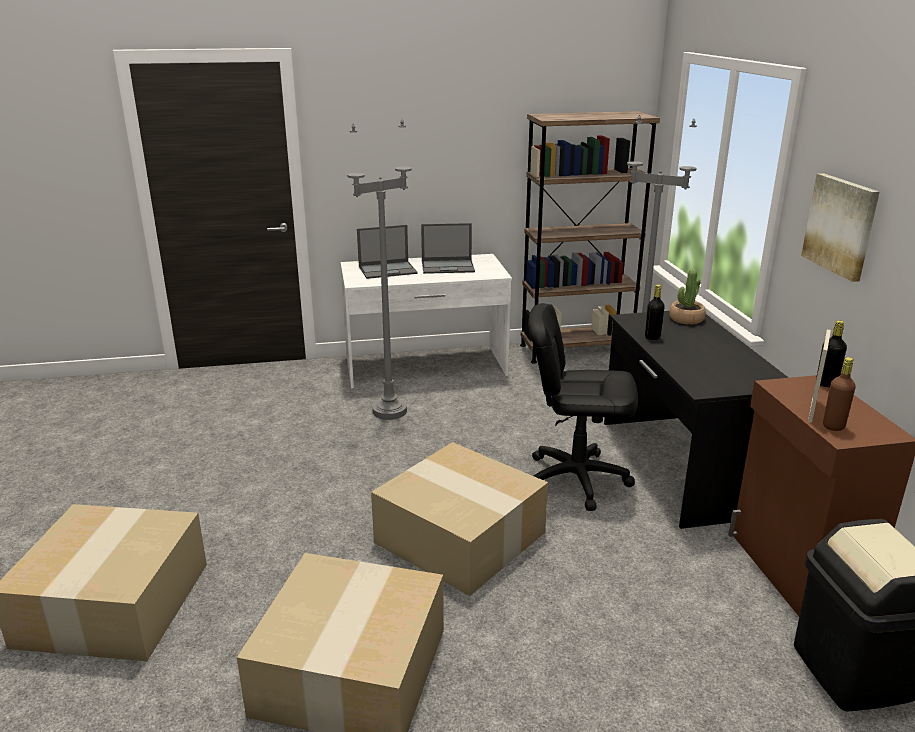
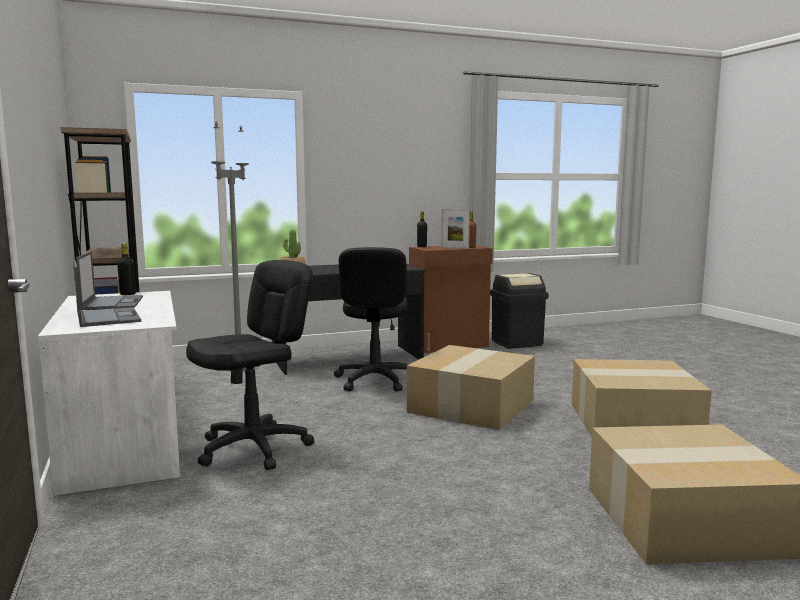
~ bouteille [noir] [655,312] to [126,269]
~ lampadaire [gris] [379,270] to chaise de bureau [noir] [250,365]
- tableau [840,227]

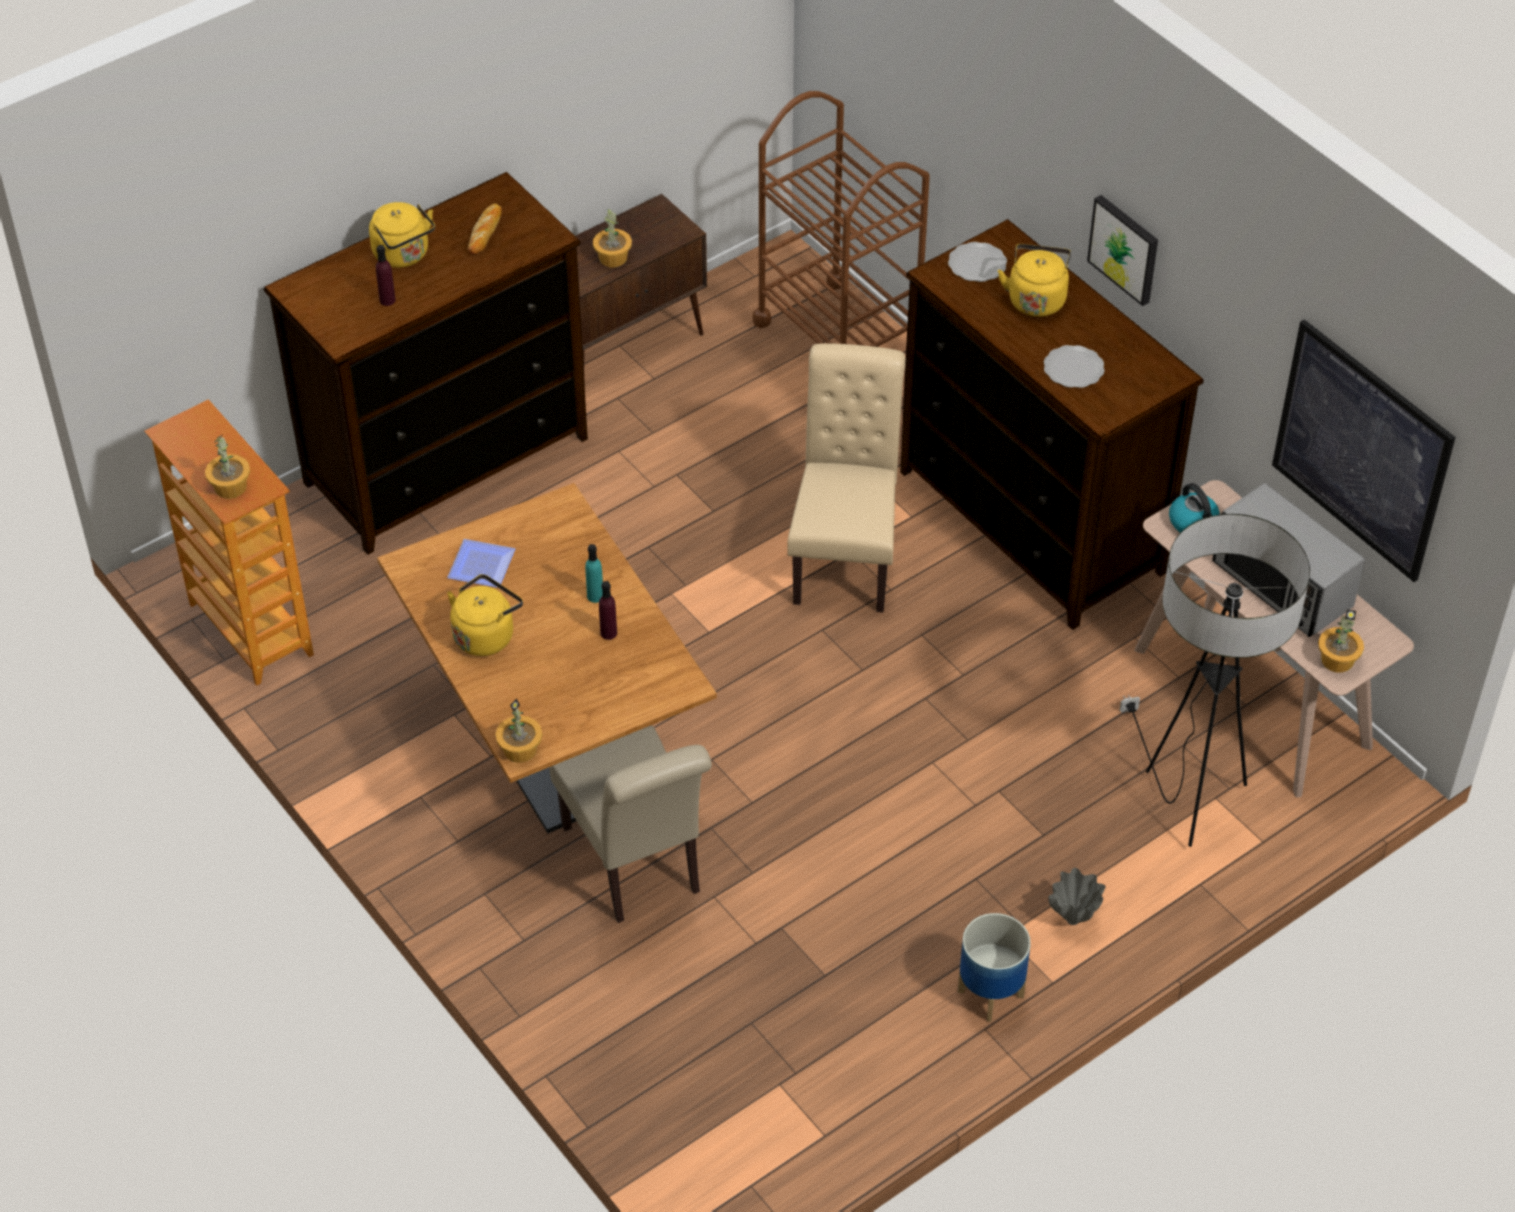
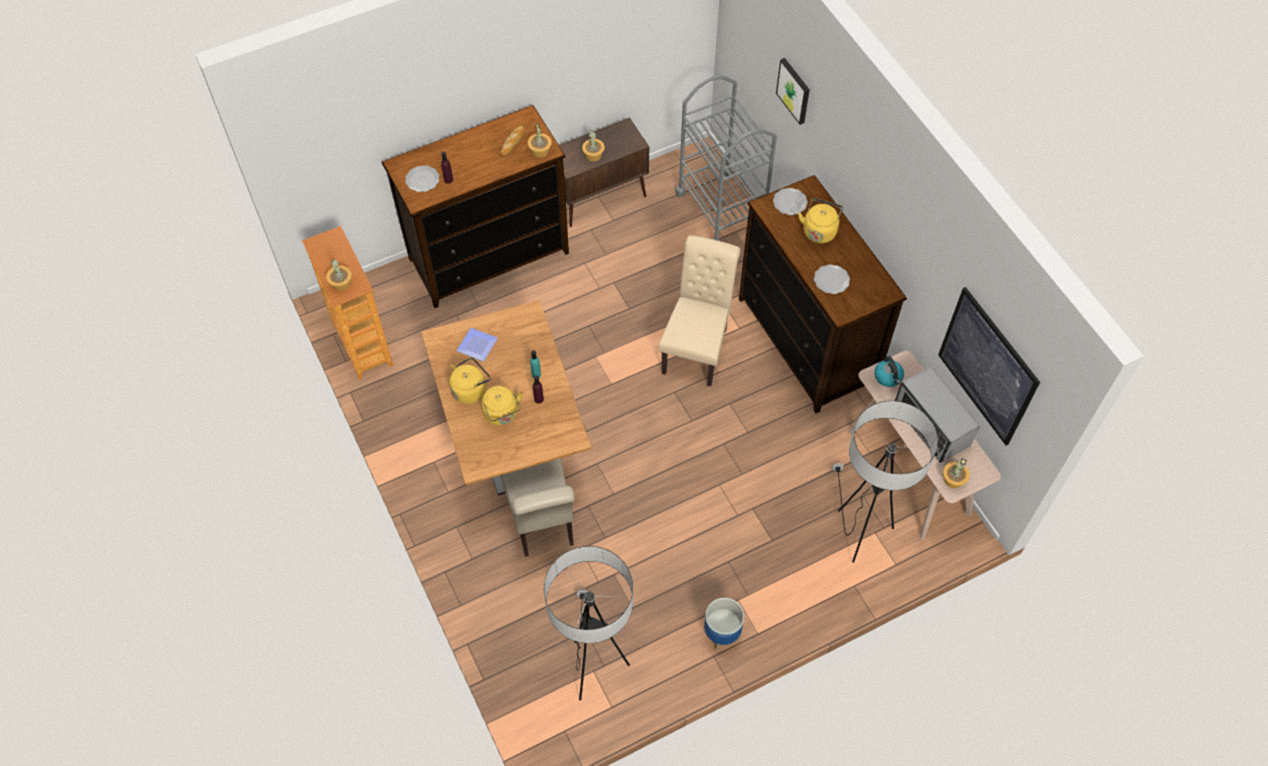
+ assiette [422,178]
~ bouilloire [jaune] [402,235] to [502,406]
~ plante en pot [518,730] to [540,140]
+ lampadaire [588,623]
~ chariot [marron] [841,219] to chariot [gris] [726,158]
~ tableau [1122,250] to [793,91]
- vase [gris] [1077,896]

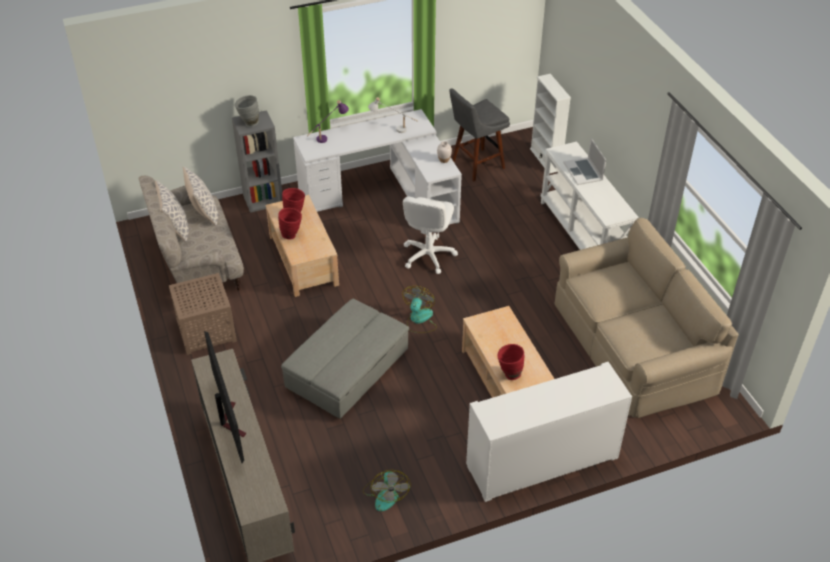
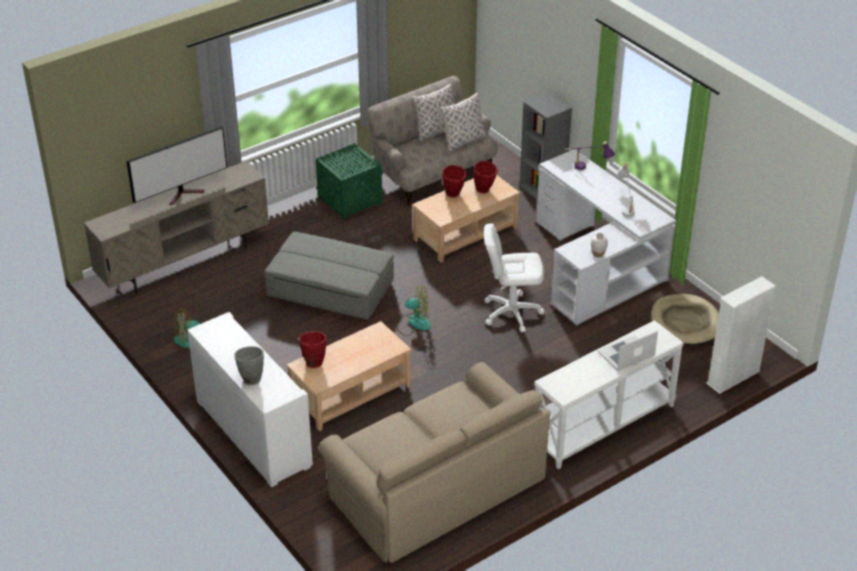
~ vase [gris] [247,111] to [249,365]
~ table d'appoint [marron] [203,314] to table d'appoint [vert] [349,181]
~ tabouret [gris] [479,135] to panier pour chien [beige] [685,319]

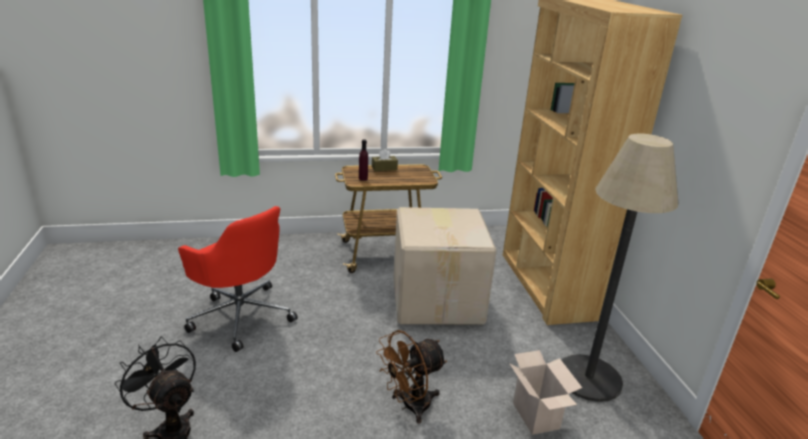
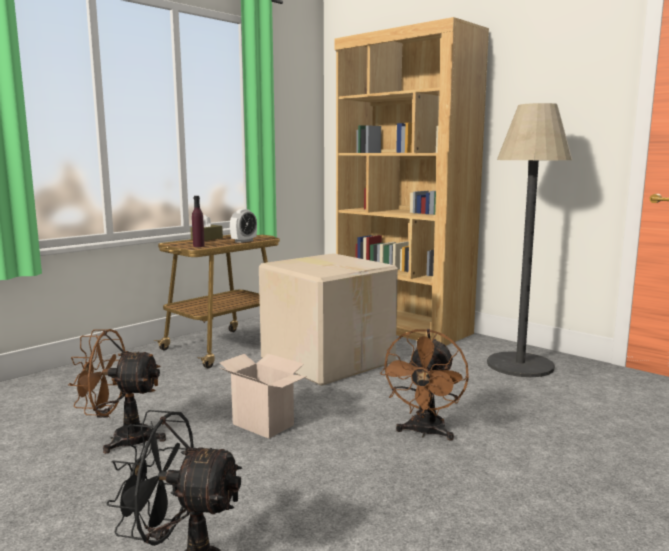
~ chaise de bureau [rouge] [238,279] to ventilateur [marron] [117,391]
~ carton [545,392] to [263,396]
+ réveil [243,226]

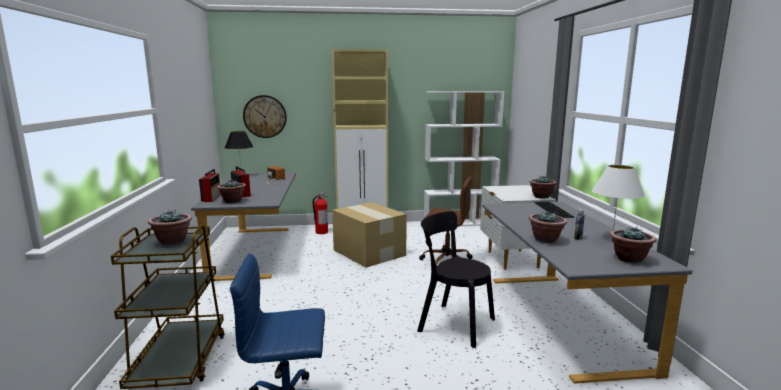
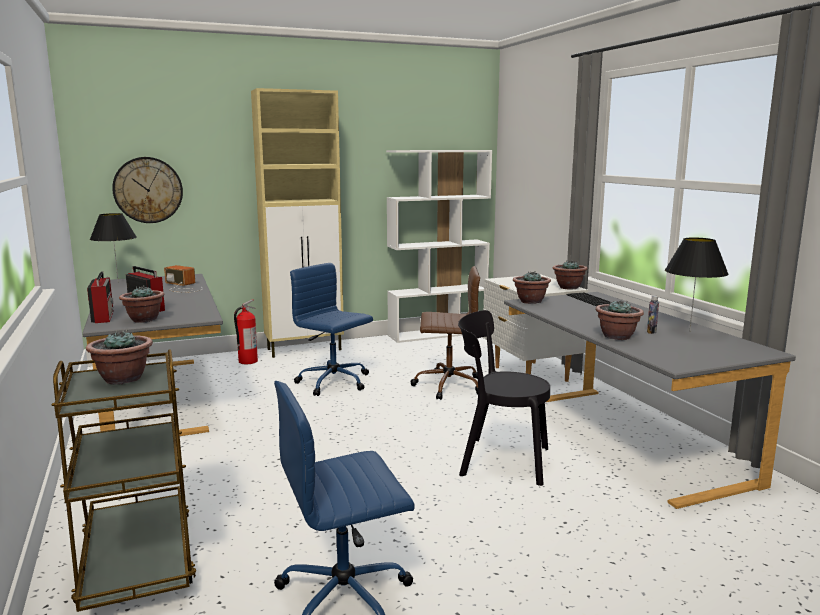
~ carton [369,235] to chaise de bureau [bleu] [331,329]
~ plante en pot [633,244] to [532,287]
~ lampe de table [blanc] [618,198] to lampe de table [noir] [697,284]

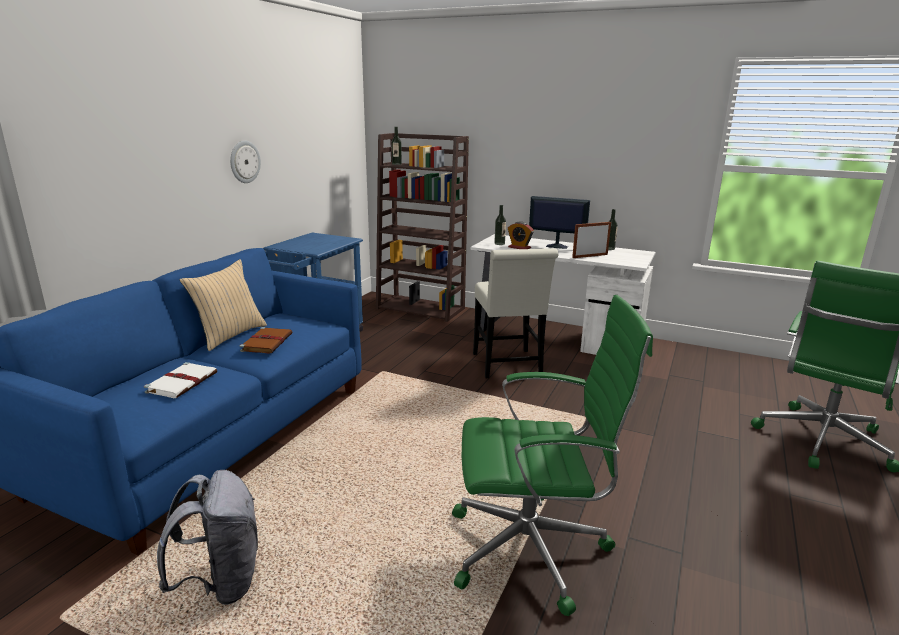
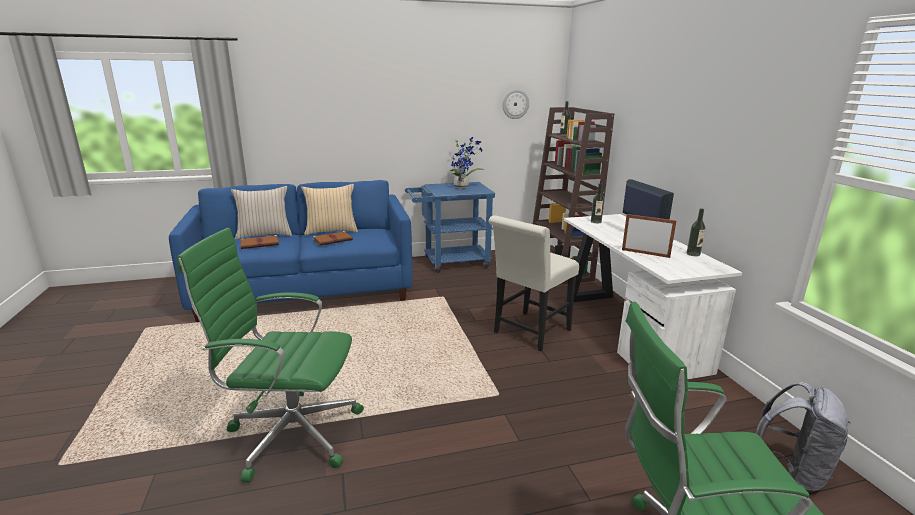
~ chaise de bureau [vert] [552,455] = [270,355] 135 degrees clockwise
+ coussin [beige] [261,212]
~ livre [blanc] [180,380] to livre [marron] [260,242]
+ plante en pot [467,163]
~ horloge murale [245,161] to [515,104]
~ sac à dos [gris] [207,537] to [803,436]
- réveil [521,235]

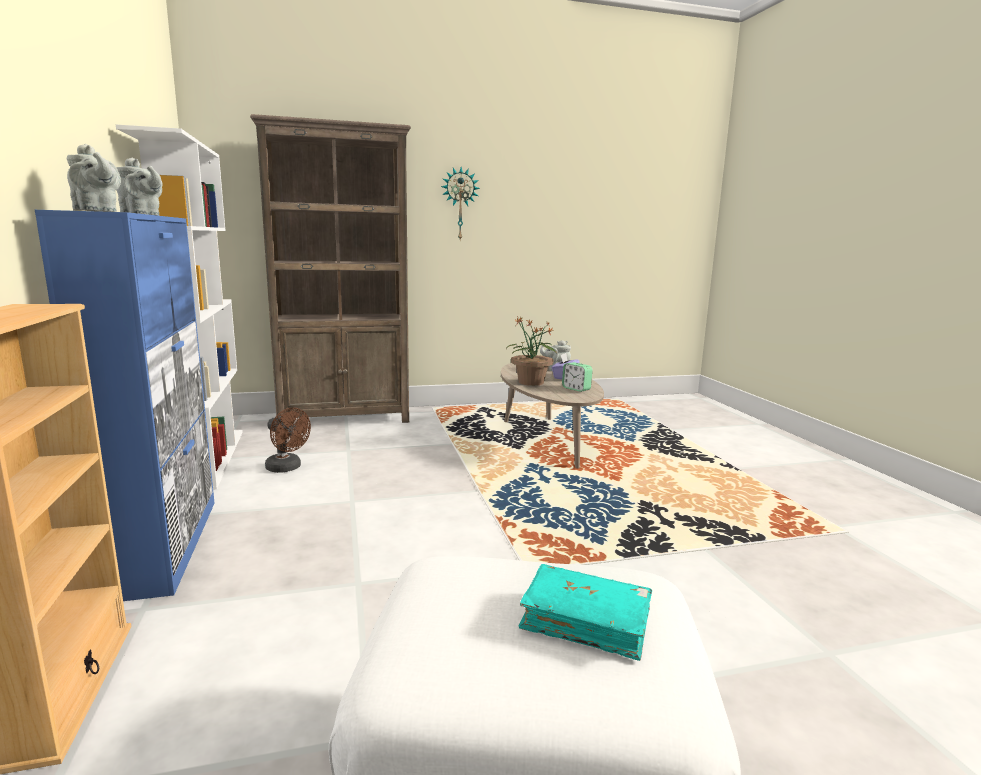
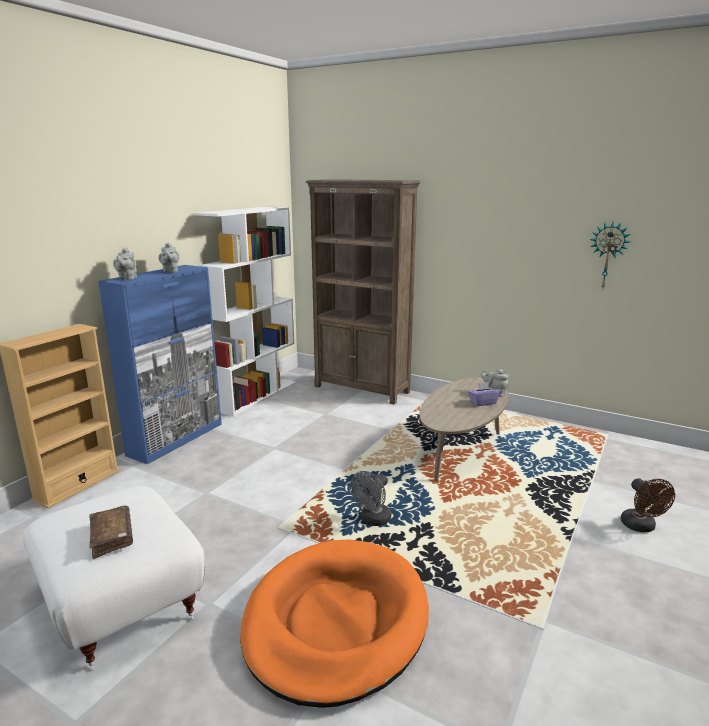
~ livre [turquoise] [585,612] to livre [marron] [111,532]
+ panier pour chien [orange] [334,624]
+ ventilateur [gris] [370,498]
~ horloge murale [460,203] to [610,256]
~ ventilateur [marron] [288,440] to [648,505]
- plante en pot [531,351]
- réveil [577,377]

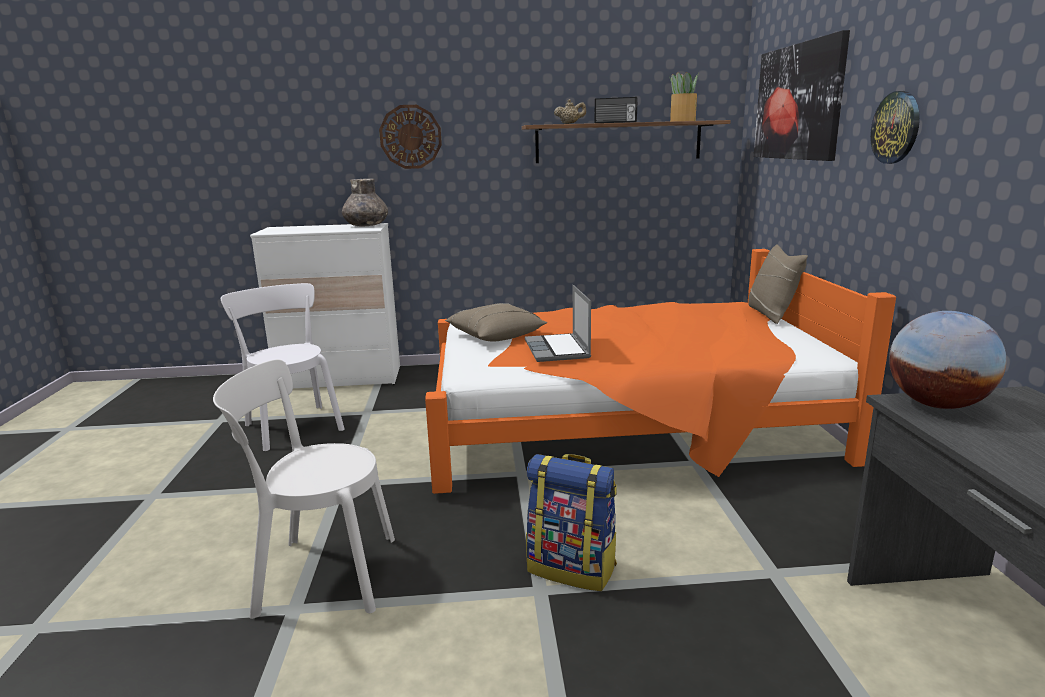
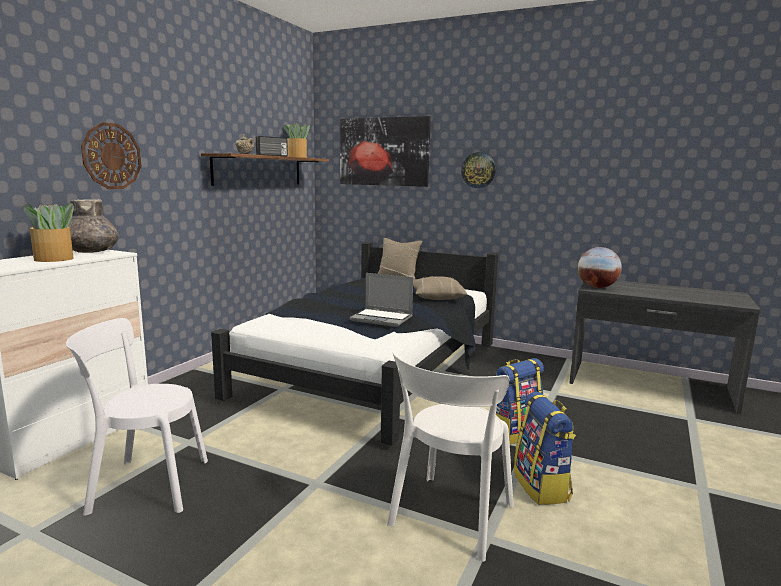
+ plante en pot [48,232]
~ lit [orange] [660,371] to lit [noir] [354,344]
~ coussin [beige] [496,322] to [440,288]
+ sac à dos [545,448]

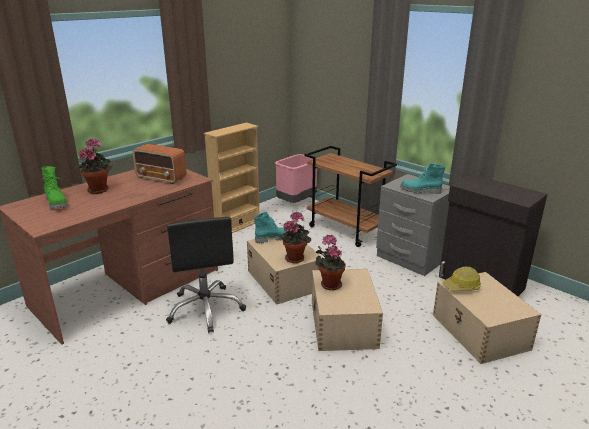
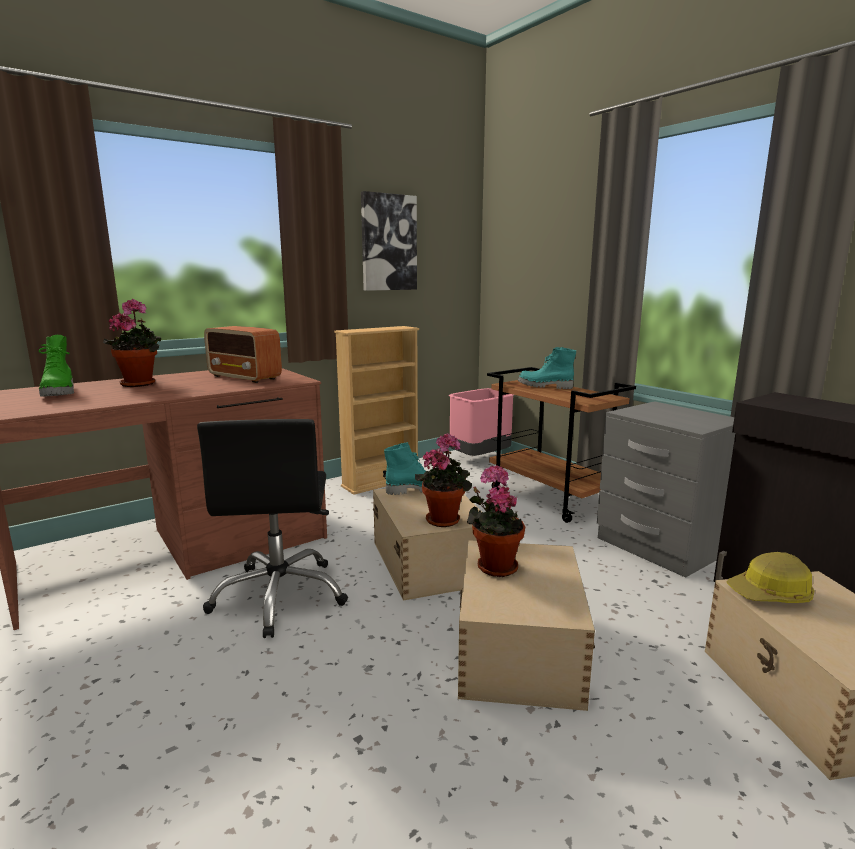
+ tableau [389,241]
~ botte [turquoise] [422,179] to [547,368]

